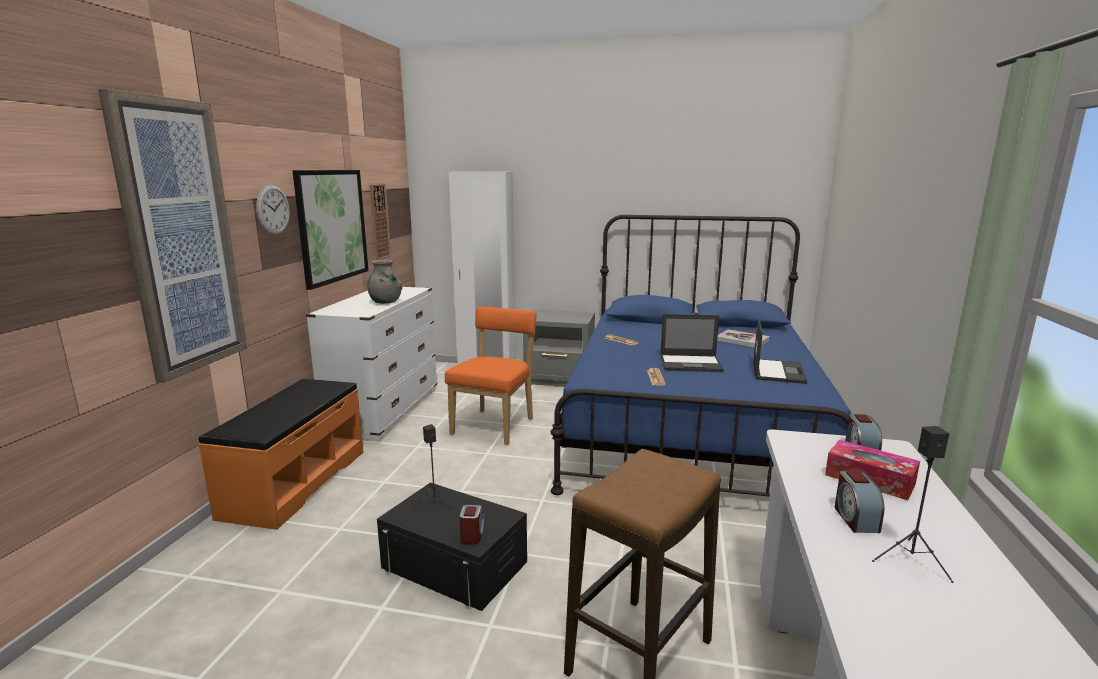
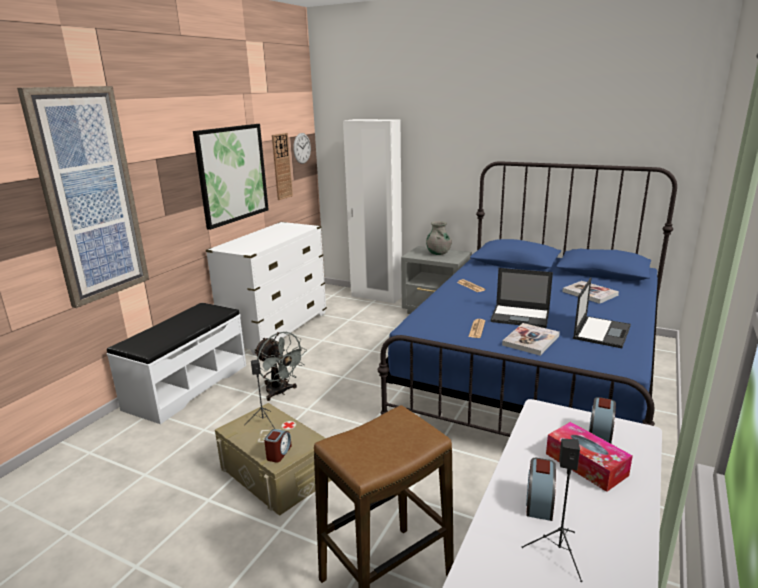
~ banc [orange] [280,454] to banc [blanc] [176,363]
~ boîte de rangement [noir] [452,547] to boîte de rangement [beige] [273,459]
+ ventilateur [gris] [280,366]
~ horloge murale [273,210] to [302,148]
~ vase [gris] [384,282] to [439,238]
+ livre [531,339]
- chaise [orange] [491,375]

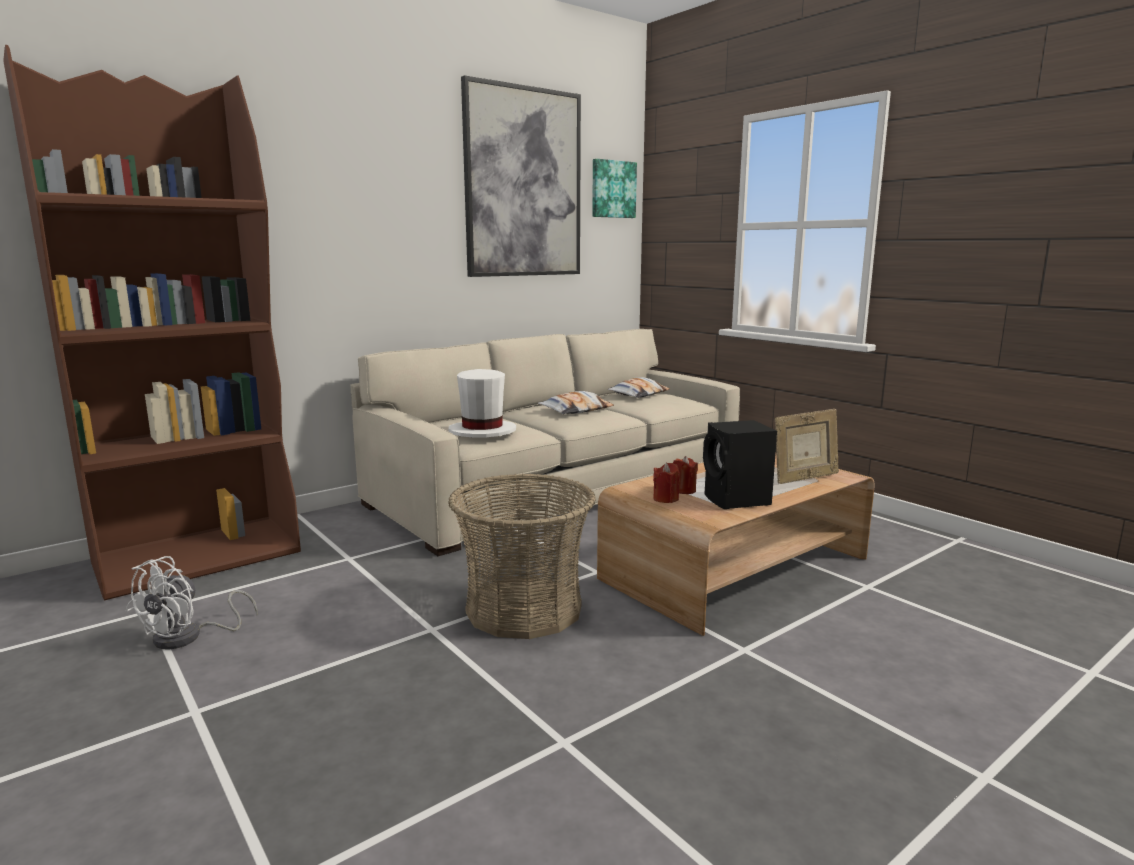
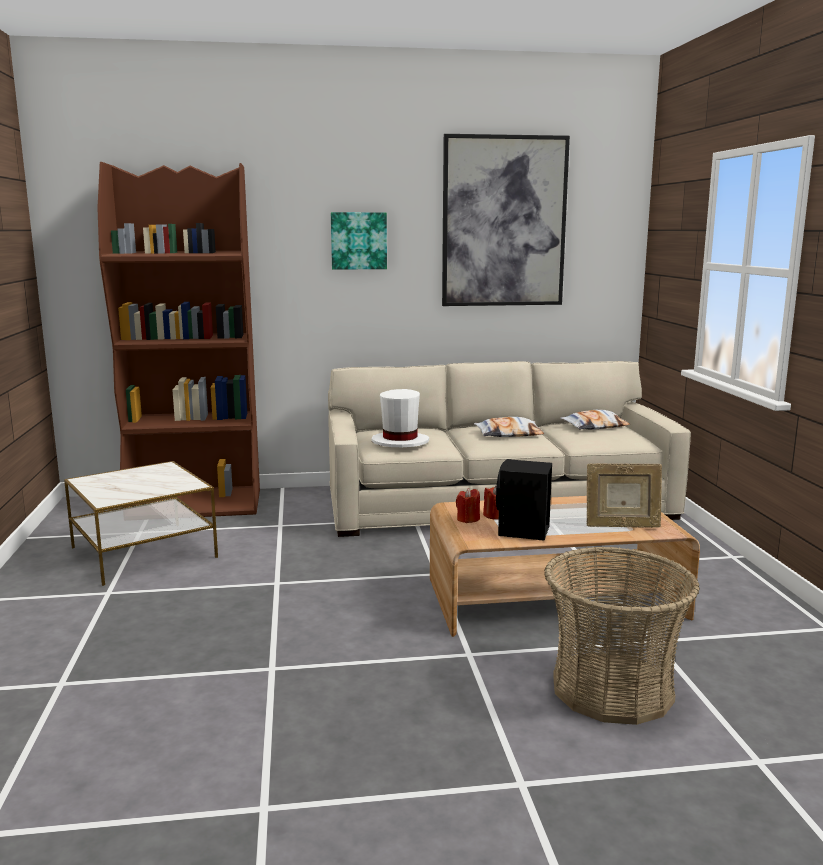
~ ventilateur [blanc] [192,602] to table d'appoint [141,523]
~ tableau [614,188] to [359,241]
~ panier [522,556] to [622,635]

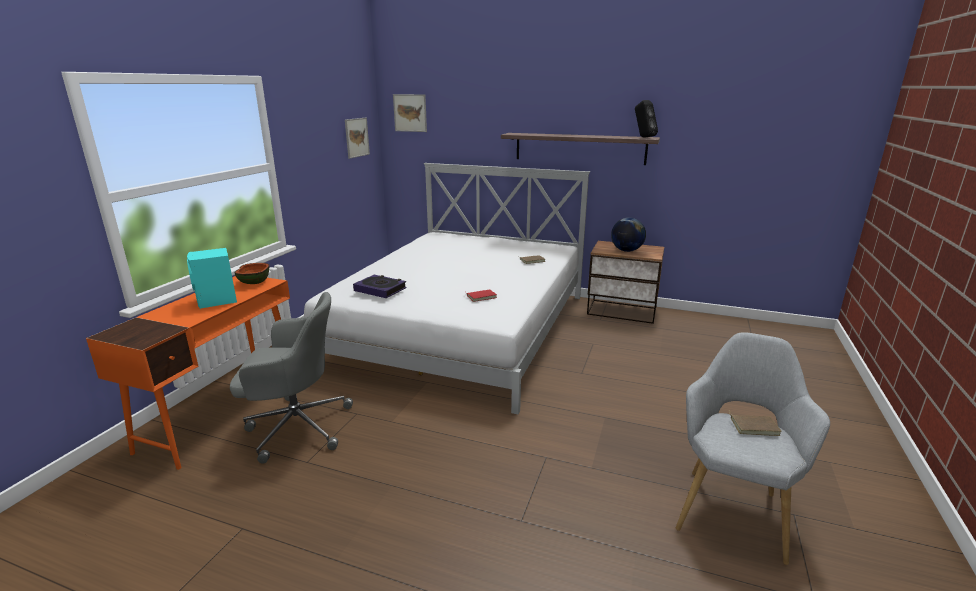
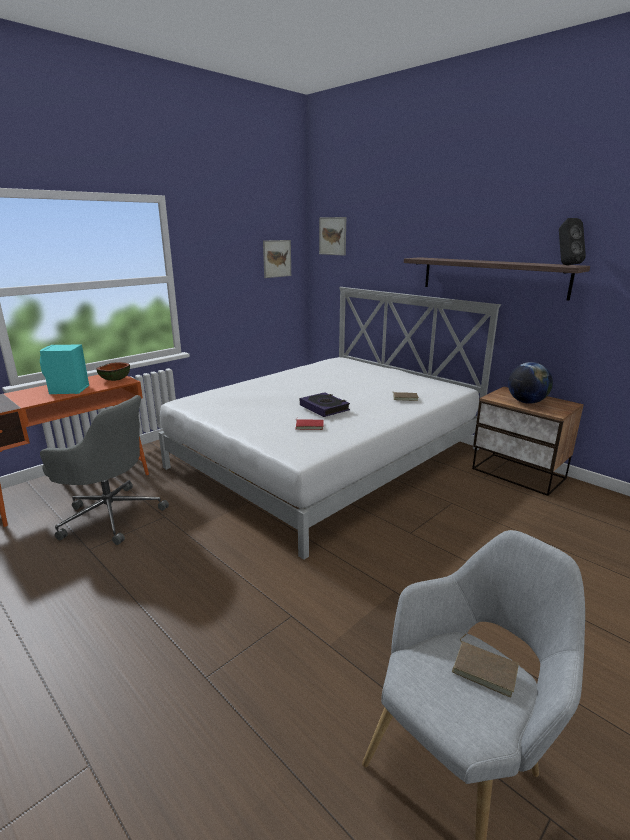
~ livre [380,286] to [325,404]

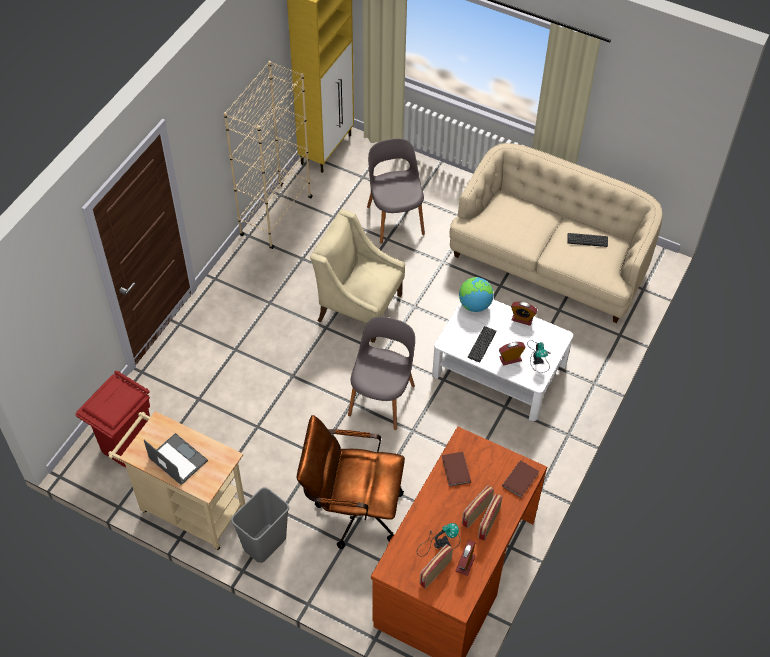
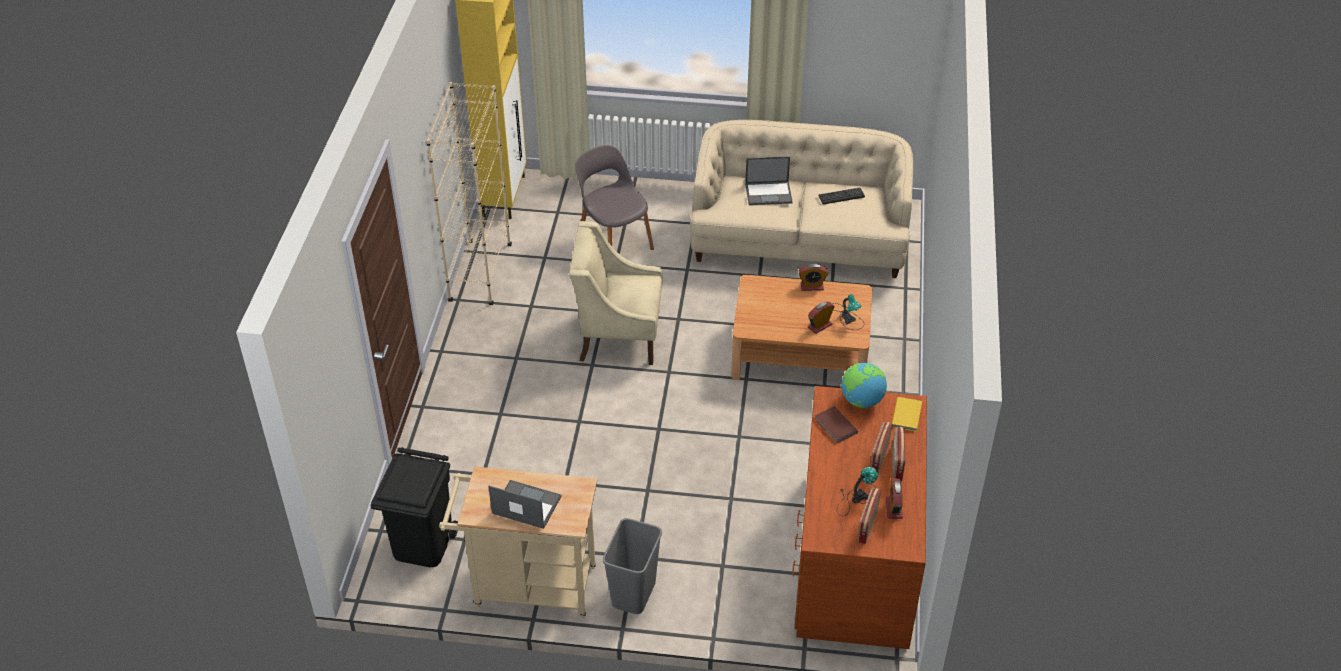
~ poubelle [rouge] [113,418] to poubelle [noir] [414,507]
~ table basse [blanc] [502,360] to table basse [marron] [801,327]
+ ordinateur portable [769,180]
~ globe [476,294] to [864,385]
~ livre [marron] [520,479] to livre [jaune] [907,414]
- chaise de bureau [marron] [351,482]
- chaise [gris] [381,373]
- clavier [482,344]

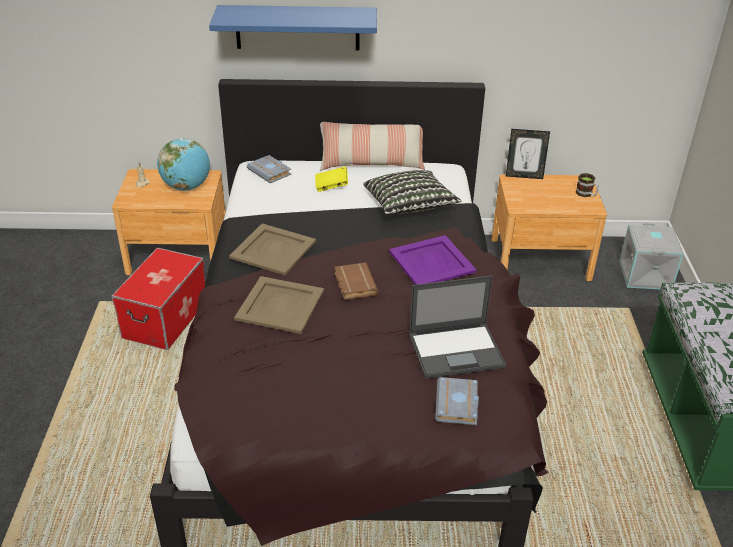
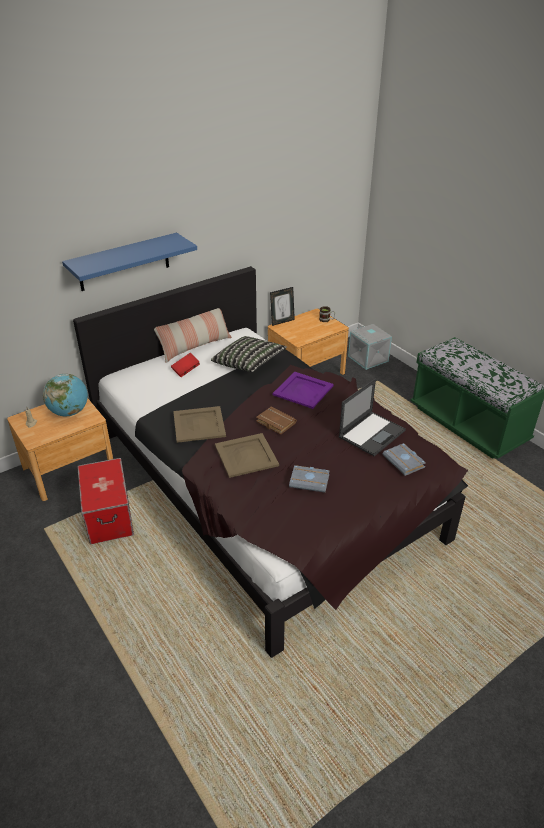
~ livre [jaune] [331,179] to livre [rouge] [185,365]
~ livre [gris] [269,169] to [309,479]

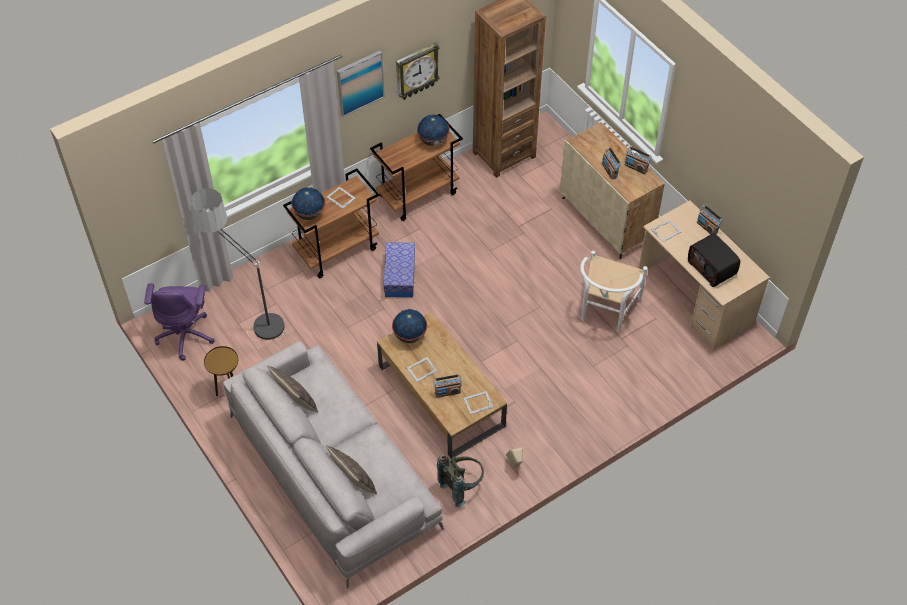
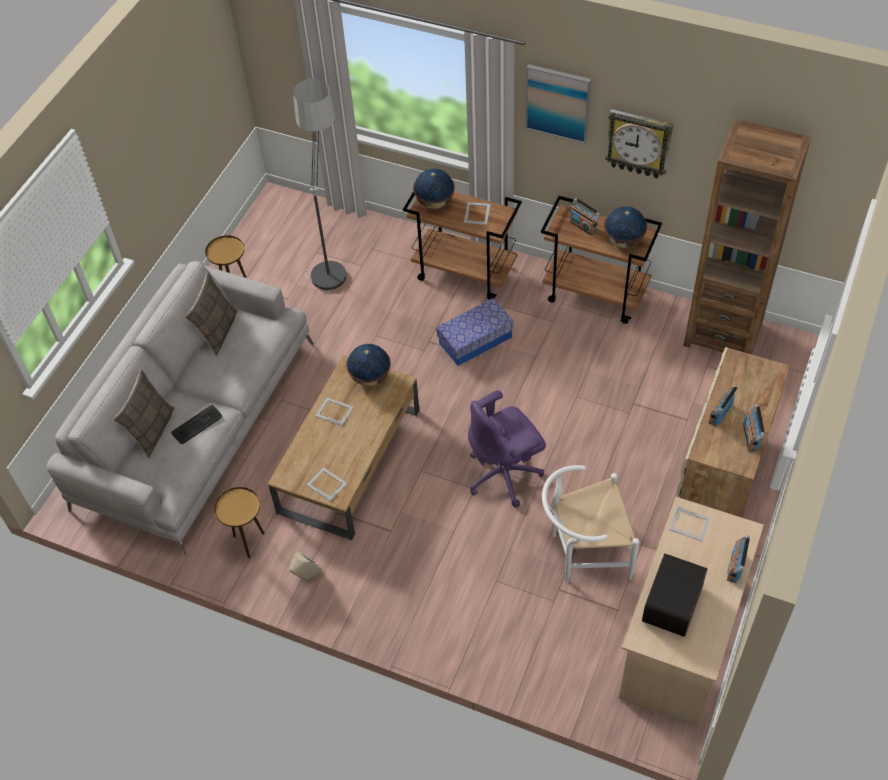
+ clavier [196,424]
~ sac à dos [gris] [460,481] to table d'appoint [marron] [239,522]
~ chaise de bureau [violet] [179,322] to [507,449]
~ radio [447,386] to [585,217]

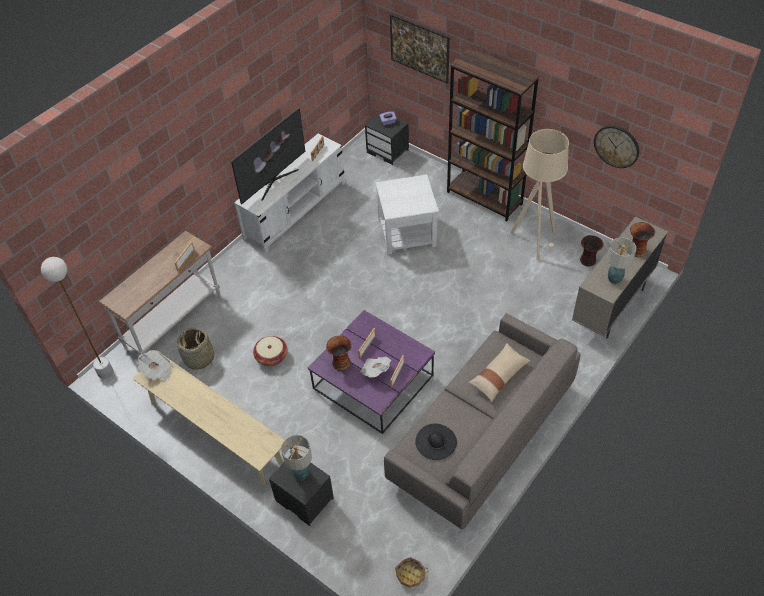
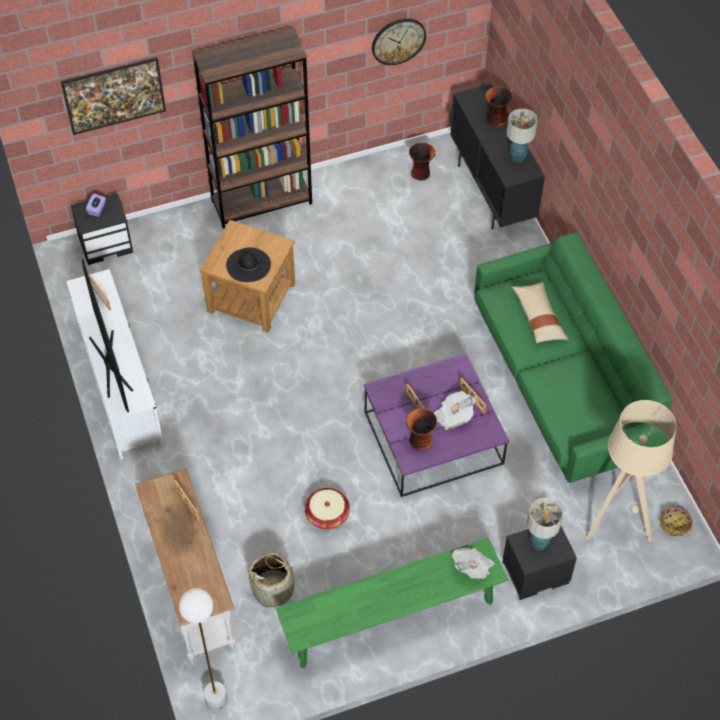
~ table d'appoint [blanc] [407,215] to table d'appoint [marron] [247,276]
~ chapeau [noir] [436,442] to [248,264]
~ banc [beige] [209,421] to banc [vert] [392,603]
~ meuble de rangement [beige] [620,278] to meuble de rangement [noir] [497,157]
~ journal [155,365] to [473,563]
~ canapé [gris] [482,421] to canapé [vert] [573,357]
~ lampadaire [beige] [540,194] to [631,470]

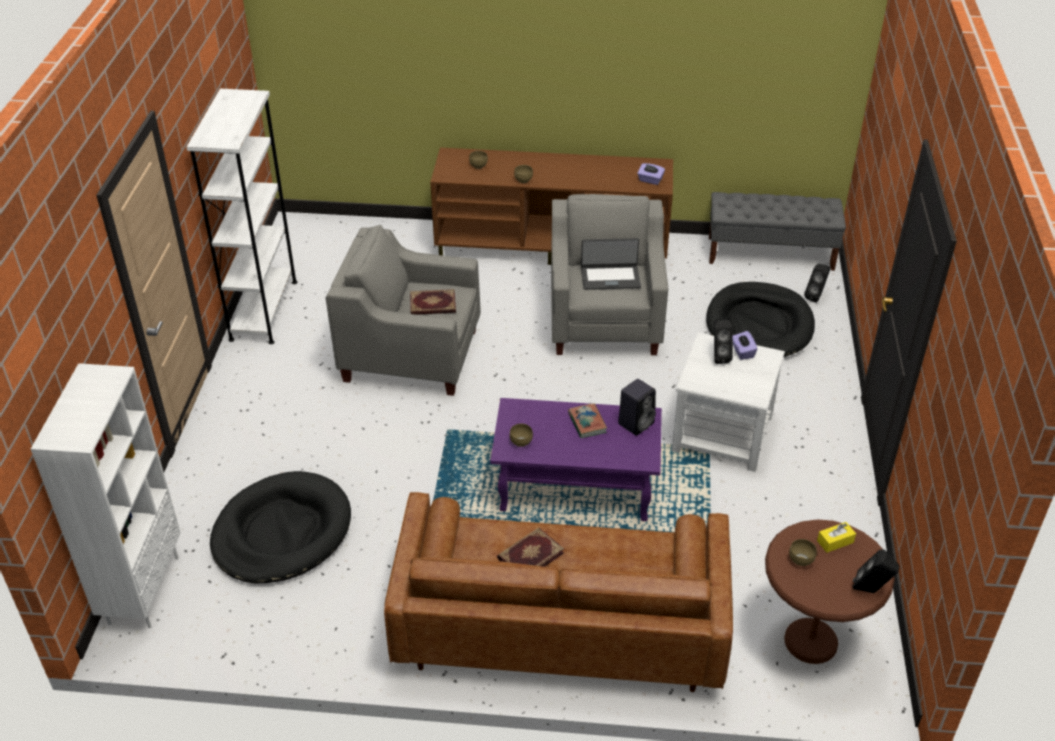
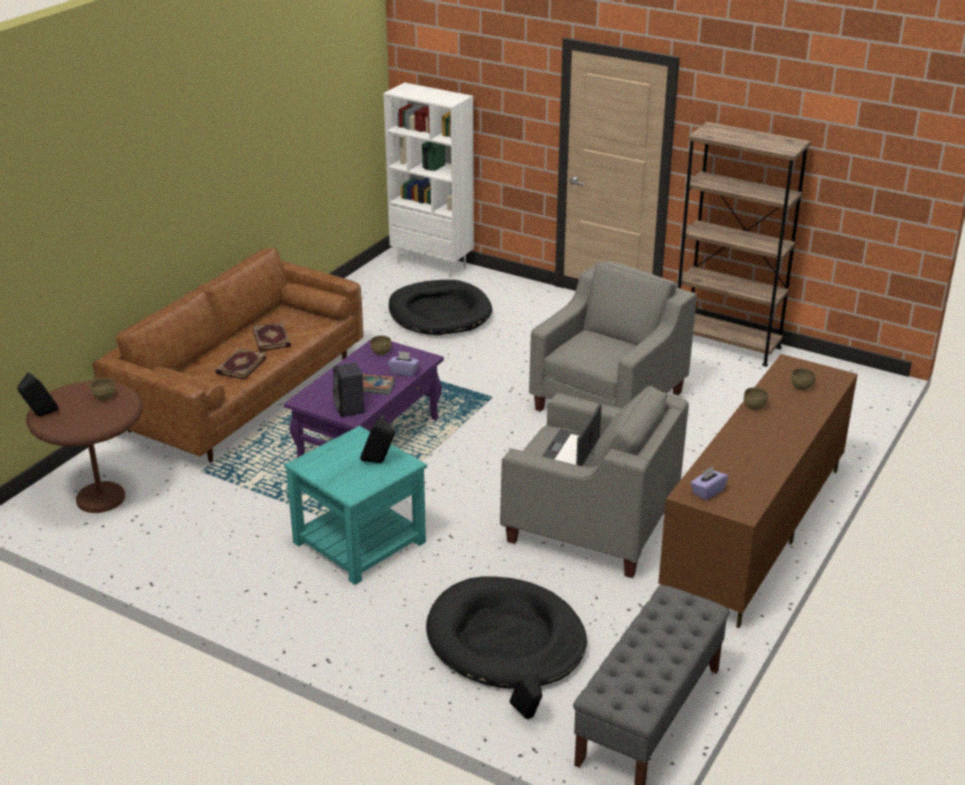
~ livre [433,302] to [241,364]
~ table d'appoint [blanc] [728,402] to table d'appoint [turquoise] [355,505]
~ boîte à mouchoirs [violet] [745,345] to [403,363]
~ bibliothèque [blanc] [242,216] to bibliothèque [marron] [744,244]
- boîte à mouchoirs [jaune] [836,537]

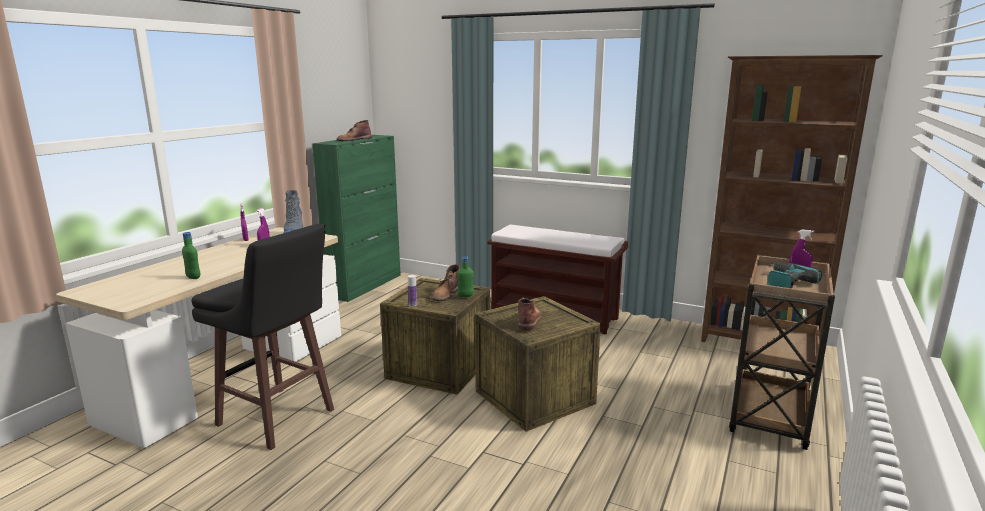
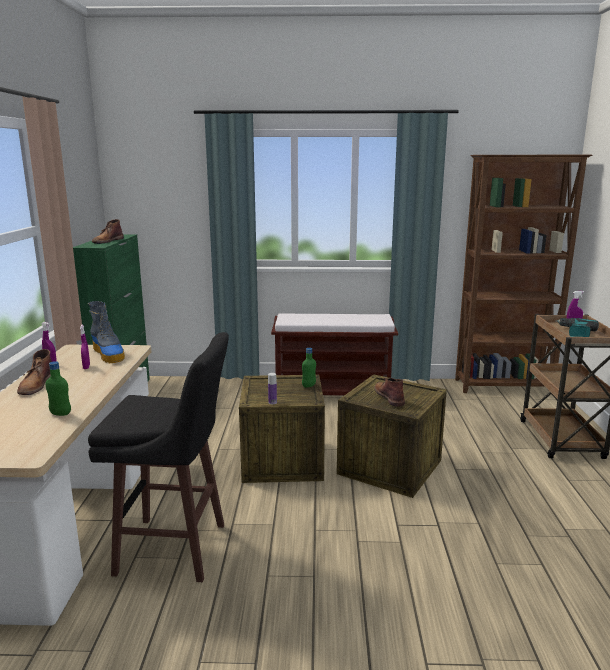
~ botte [marron] [446,282] to [34,372]

